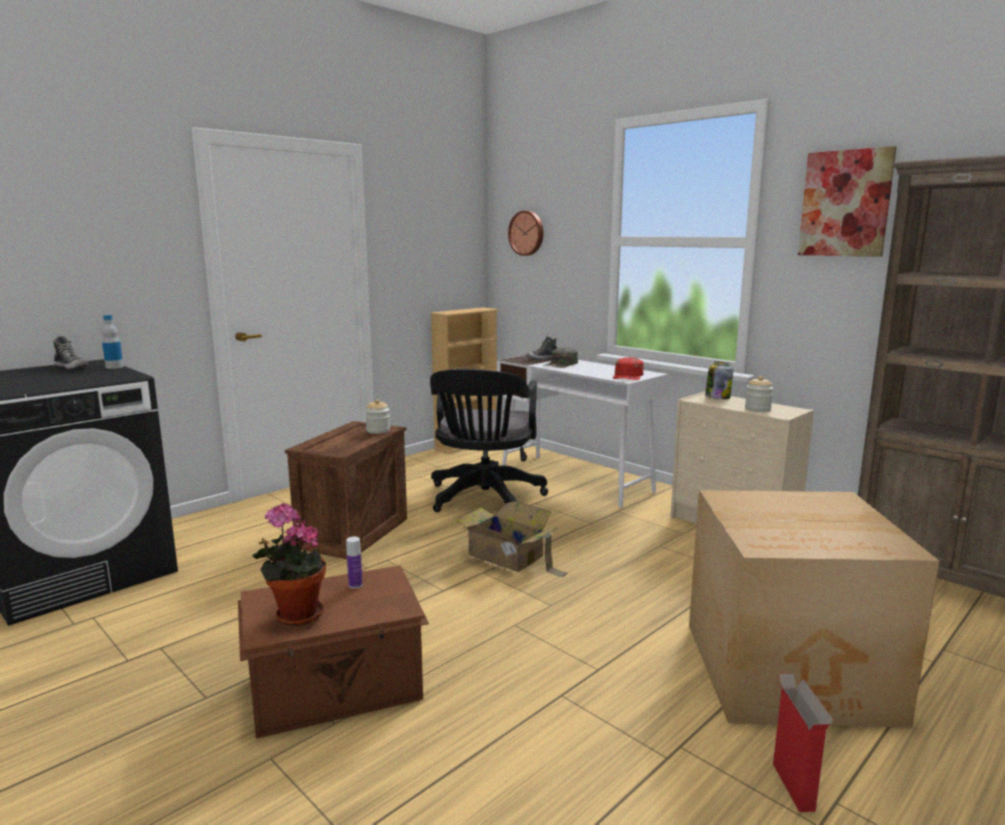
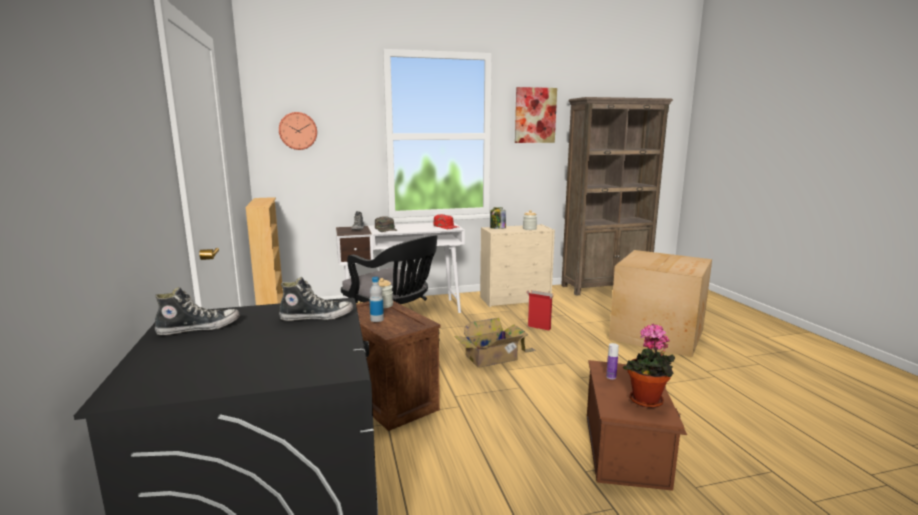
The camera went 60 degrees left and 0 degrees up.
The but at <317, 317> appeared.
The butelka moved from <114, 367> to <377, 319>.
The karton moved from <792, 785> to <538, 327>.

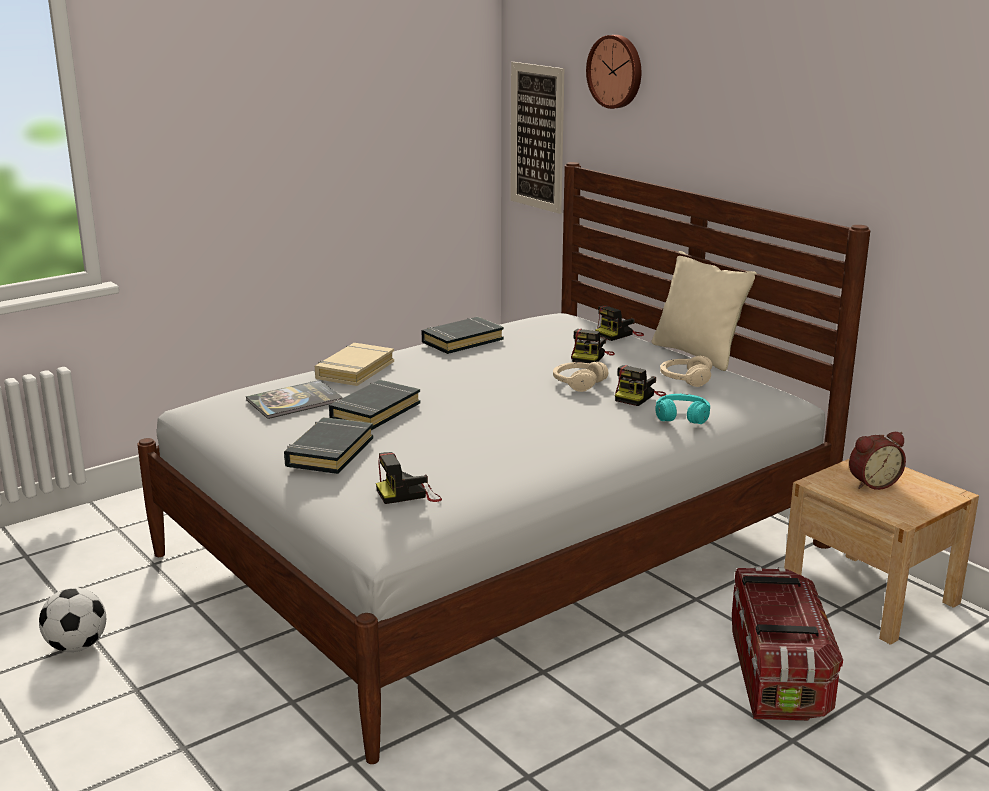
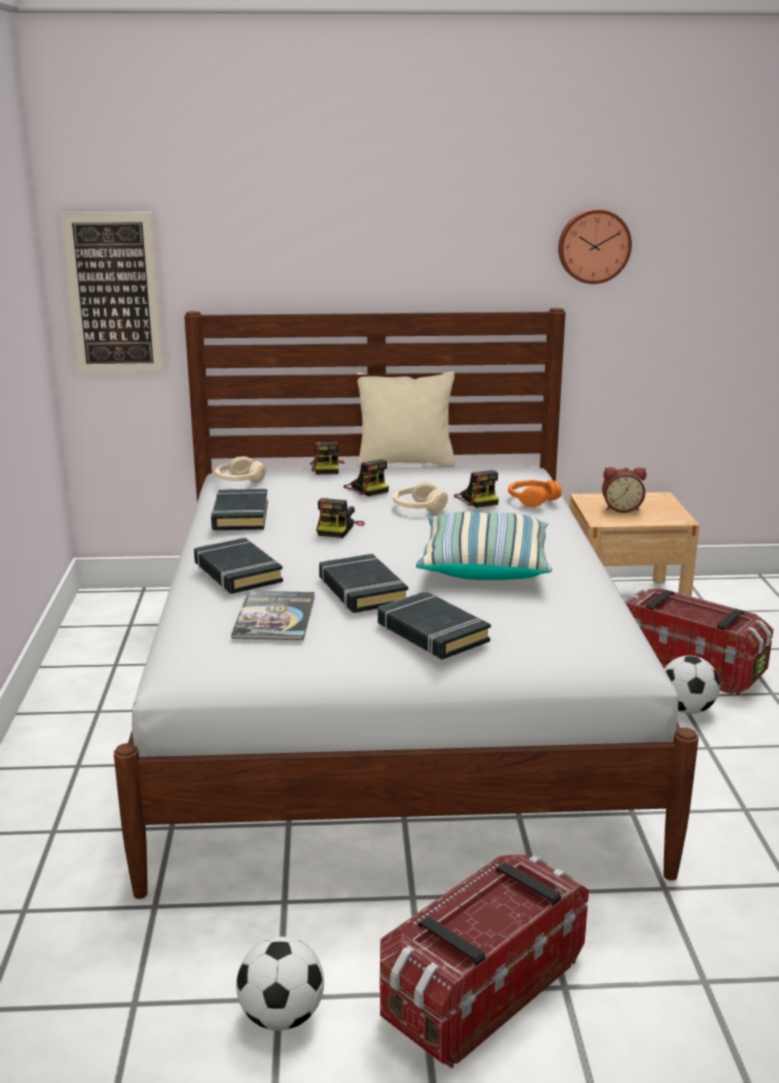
The camera went 55 degrees left and 0 degrees up.
The pojemnik do przechowywania at <481, 988> appeared.
The poduszka at <484, 566> appeared.
The piłka futbolowa at <686, 709> appeared.
The aparat fotograficzny moved from <409, 494> to <338, 529>.
The zegar ścienny moved from <616, 71> to <593, 246>.
The słuchawki [beżowy] moved from <685, 379> to <239, 480>.
The książka [beżowy] at <354, 370> became the książka [czarny] at <237, 573>.
The słuchawki [turkusowy] at <682, 416> became the słuchawki [pomarańczowy] at <532, 500>.
The budzik at <872, 483> turned 75 degrees clockwise.

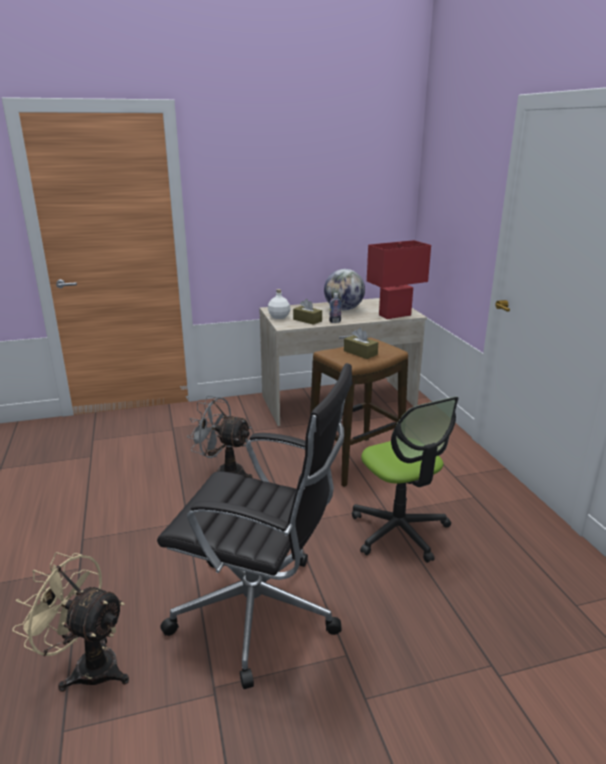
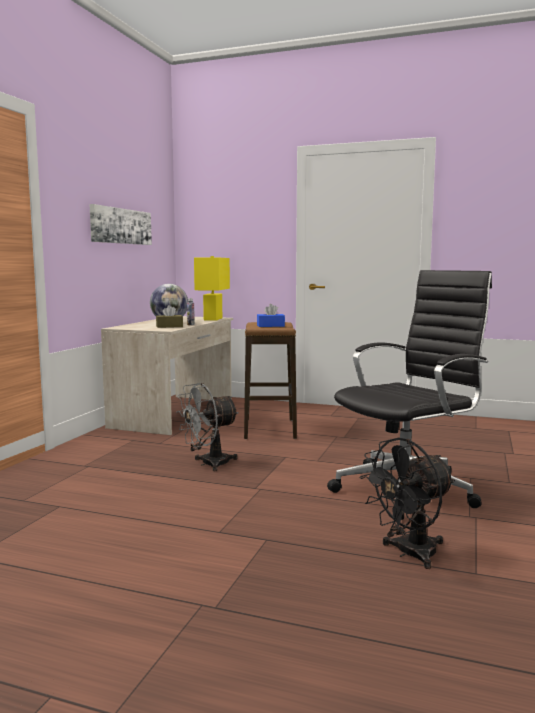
The camera went 55 degrees left and 15 degrees down.
The butelka [biały] at <278, 317> disappeared.
The krzesło biurowe at <399, 531> disappeared.
The obraz at <121, 226> appeared.
The wentylator [beżowy] at <87, 666> became the wentylator [czarny] at <409, 554>.
The pudełko chusteczek [brązowy] at <360, 353> became the pudełko chusteczek [niebieski] at <270, 326>.
The lampa stołowa [czerwony] at <394, 315> became the lampa stołowa [żółty] at <213, 319>.

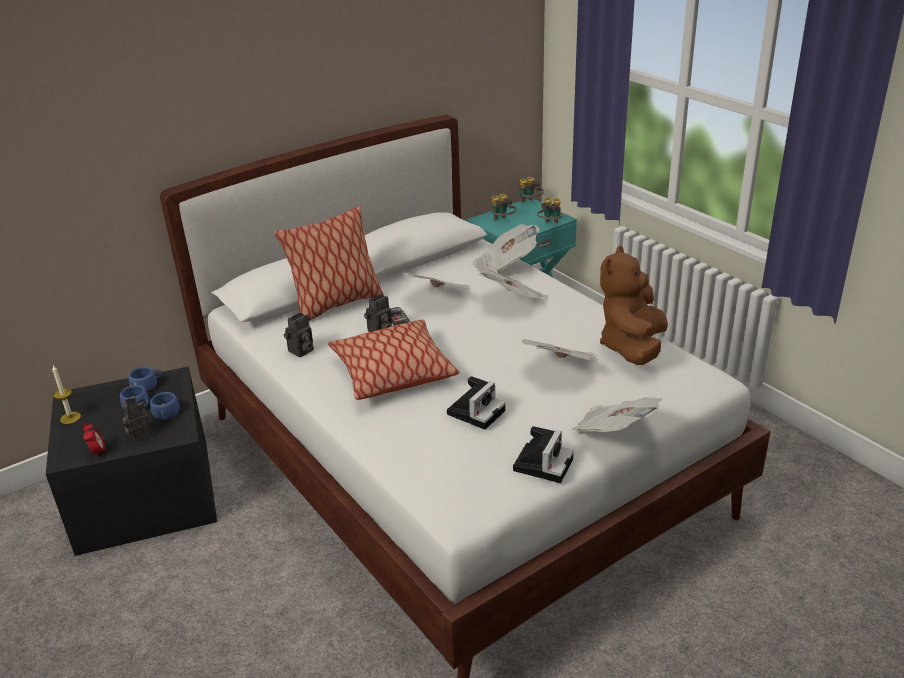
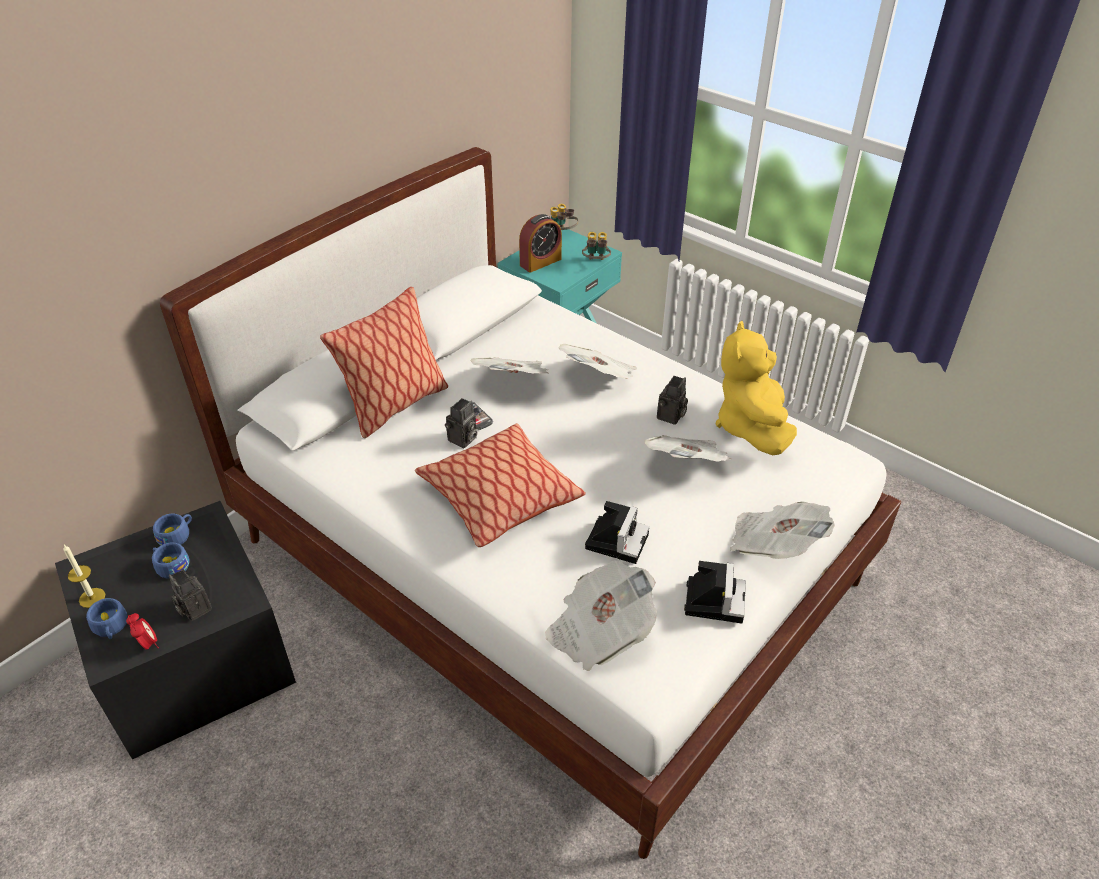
The camera went 15 degrees left and 10 degrees up.
The filiżanka [niebieski] moved from <166, 415> to <111, 627>.
The aparat fotograficzny moved from <301, 351> to <671, 417>.
The gazeta moved from <505, 264> to <599, 631>.
The lornetka at <502, 221> was replaced by the budzik at <540, 262>.
The pluszak [brązowy] at <632, 347> became the pluszak [żółty] at <751, 427>.

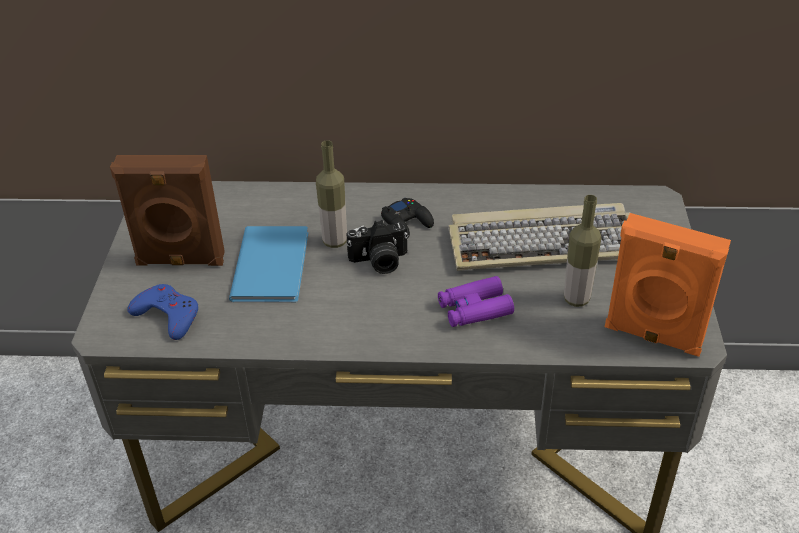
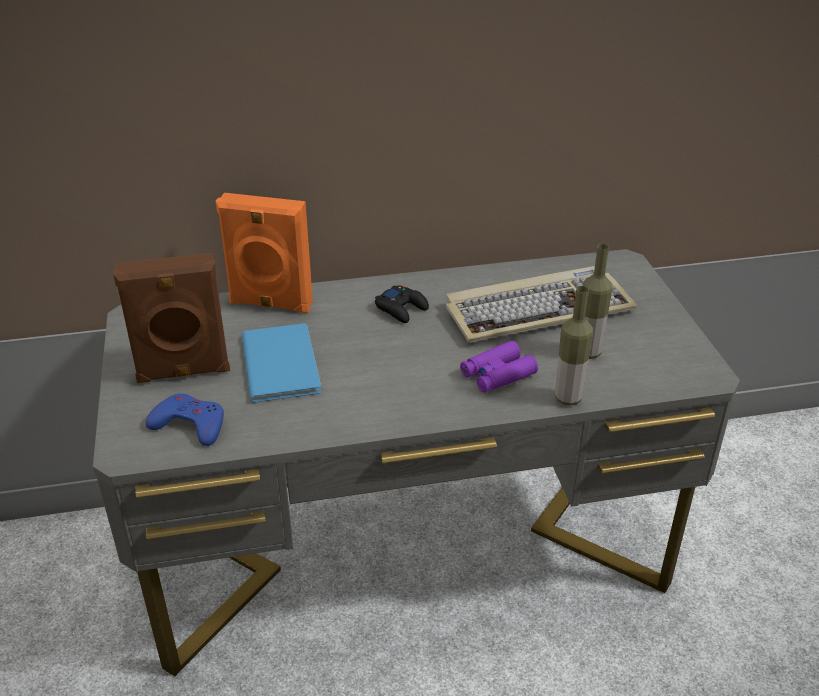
The camera went 15 degrees left and 5 degrees down.
The aparat fotograficzny at <379, 262> disappeared.
The butelka moved from <335, 241> to <568, 398>.
The głośnik [pomarańczowy] moved from <653, 337> to <270, 304>.

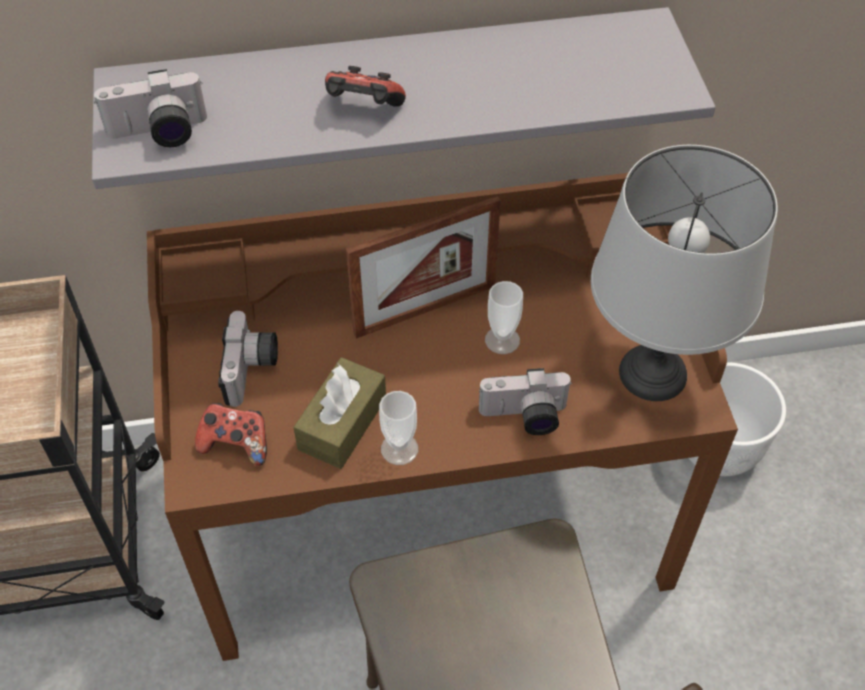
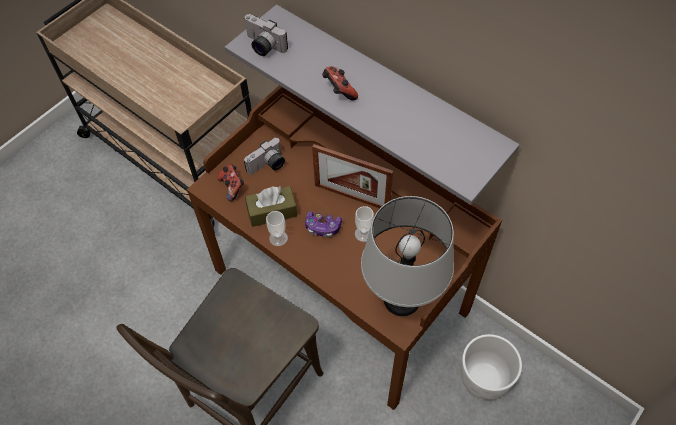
The camera went 50 degrees right and 5 degrees up.
The aparat fotograficzny at <524, 417> disappeared.
The pad do gier at <322, 227> appeared.

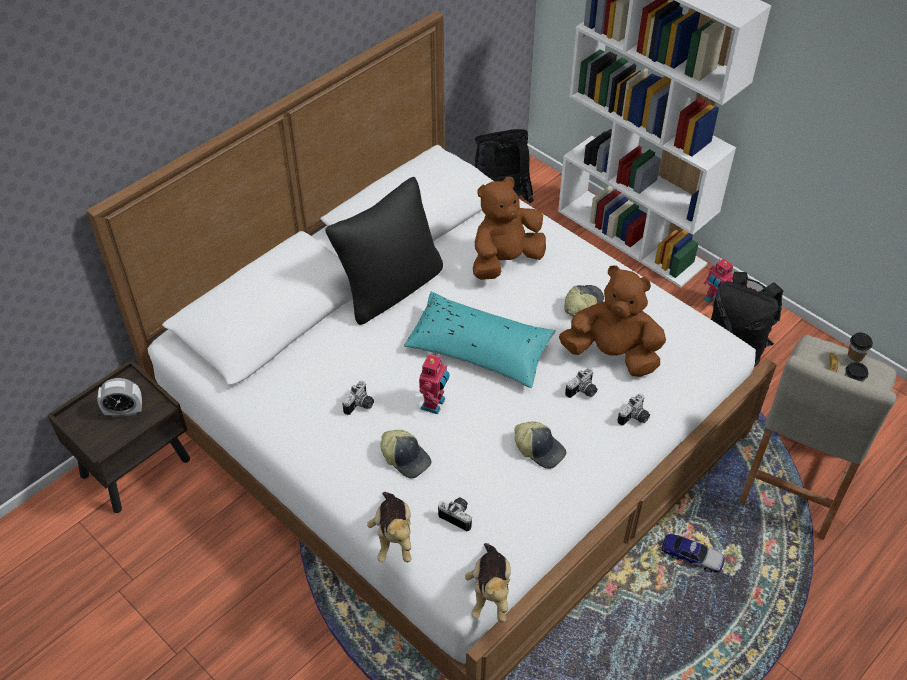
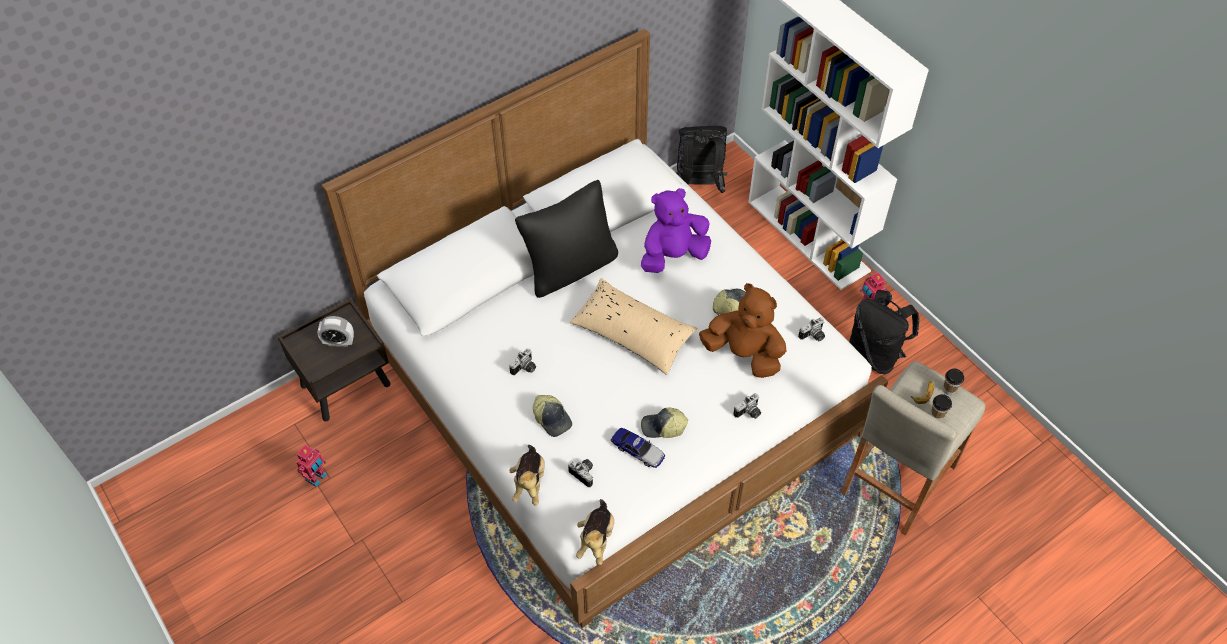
The camera went 10 degrees right and 5 degrees up.
The robot zabawkowy moved from <434, 404> to <317, 478>.
The aparat fotograficzny moved from <583, 392> to <813, 336>.
The samochodzik moved from <692, 556> to <637, 450>.
The poduszka [turkusowy] at <479, 349> became the poduszka [beżowy] at <632, 333>.
The pluszak [brązowy] at <505, 260> became the pluszak [fioletowy] at <673, 256>.
The czapka z daszkiem at <540, 449> turned 135 degrees clockwise.

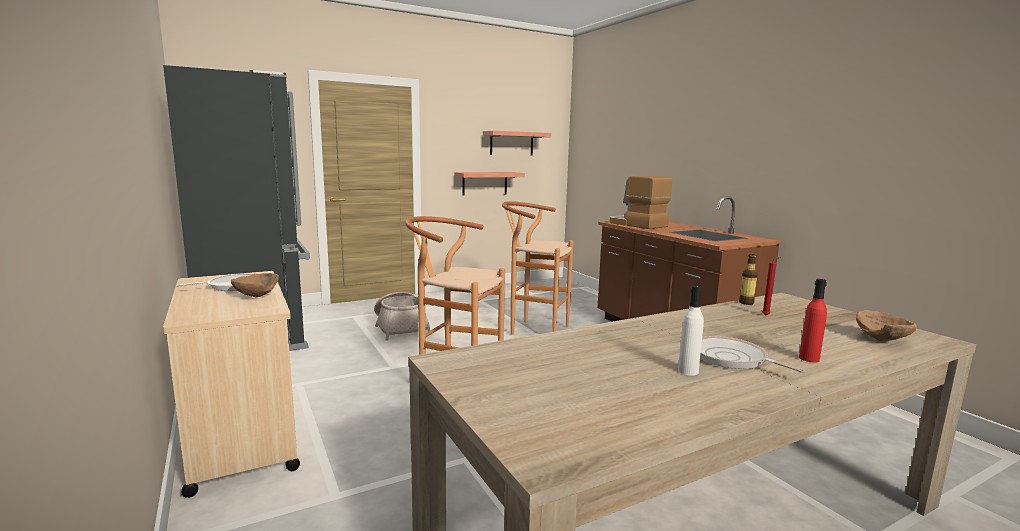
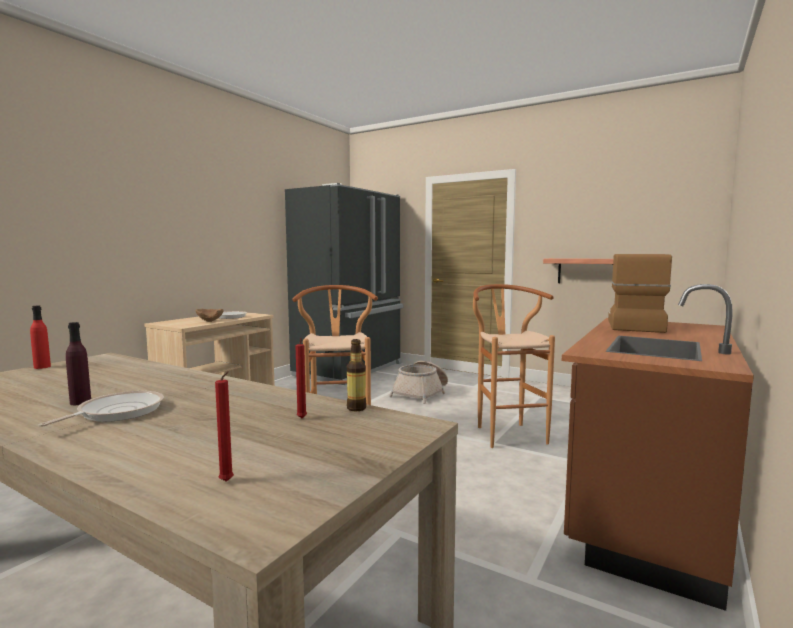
The camera went 60 degrees right and 5 degrees down.
The półka at <511, 143> disappeared.
The butelka [czerwony] moved from <809, 358> to <42, 367>.
The miska [brązowy] at <883, 340> was replaced by the świeca [czerwony] at <227, 482>.
The butelka [biały] at <688, 371> became the butelka [fioletowy] at <80, 402>.

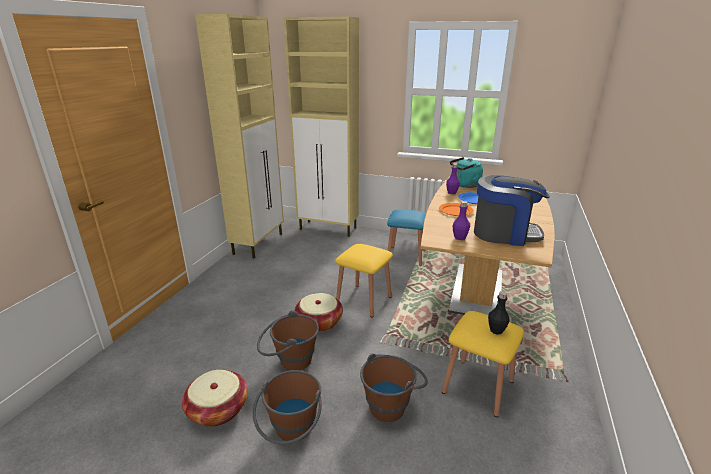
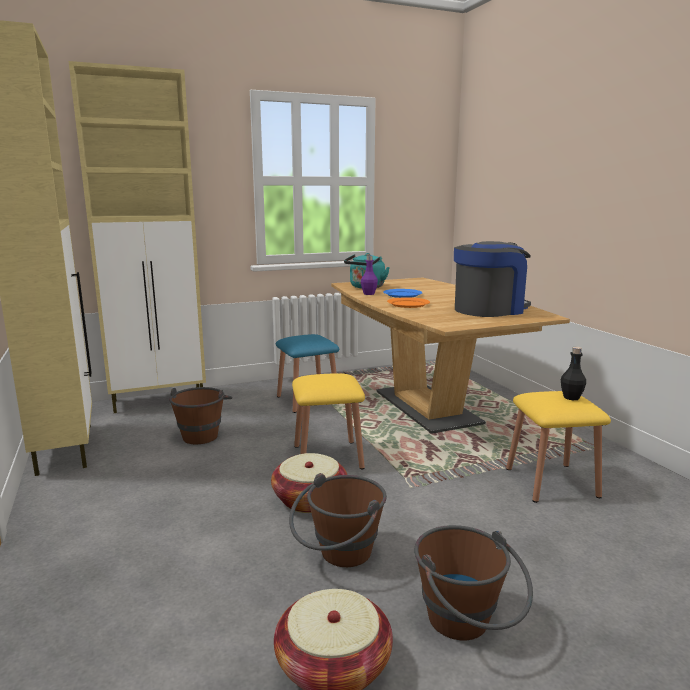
The camera went 40 degrees left and 10 degrees down.
The butelka [fioletowy] at <460, 237> disappeared.
The wiadro [brązowy] moved from <392, 403> to <202, 433>.

